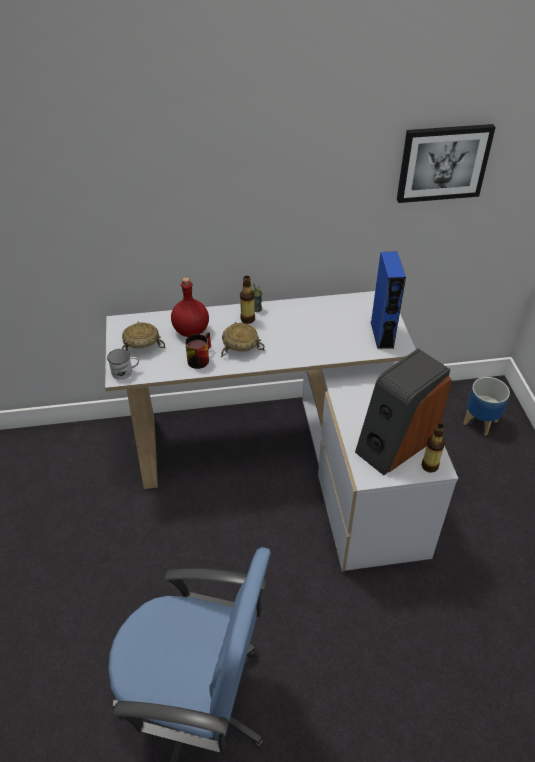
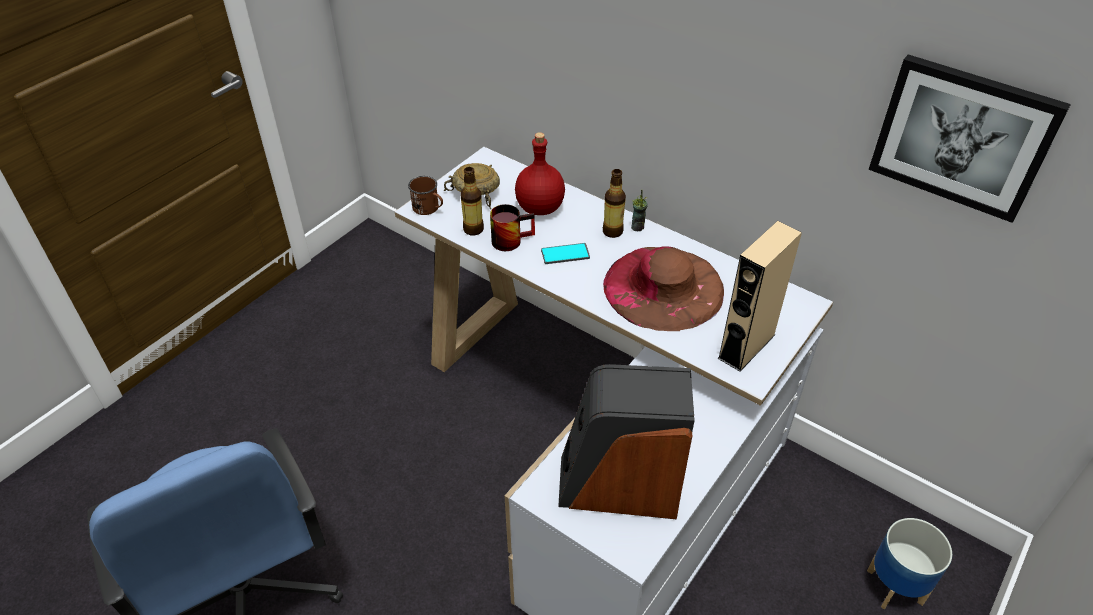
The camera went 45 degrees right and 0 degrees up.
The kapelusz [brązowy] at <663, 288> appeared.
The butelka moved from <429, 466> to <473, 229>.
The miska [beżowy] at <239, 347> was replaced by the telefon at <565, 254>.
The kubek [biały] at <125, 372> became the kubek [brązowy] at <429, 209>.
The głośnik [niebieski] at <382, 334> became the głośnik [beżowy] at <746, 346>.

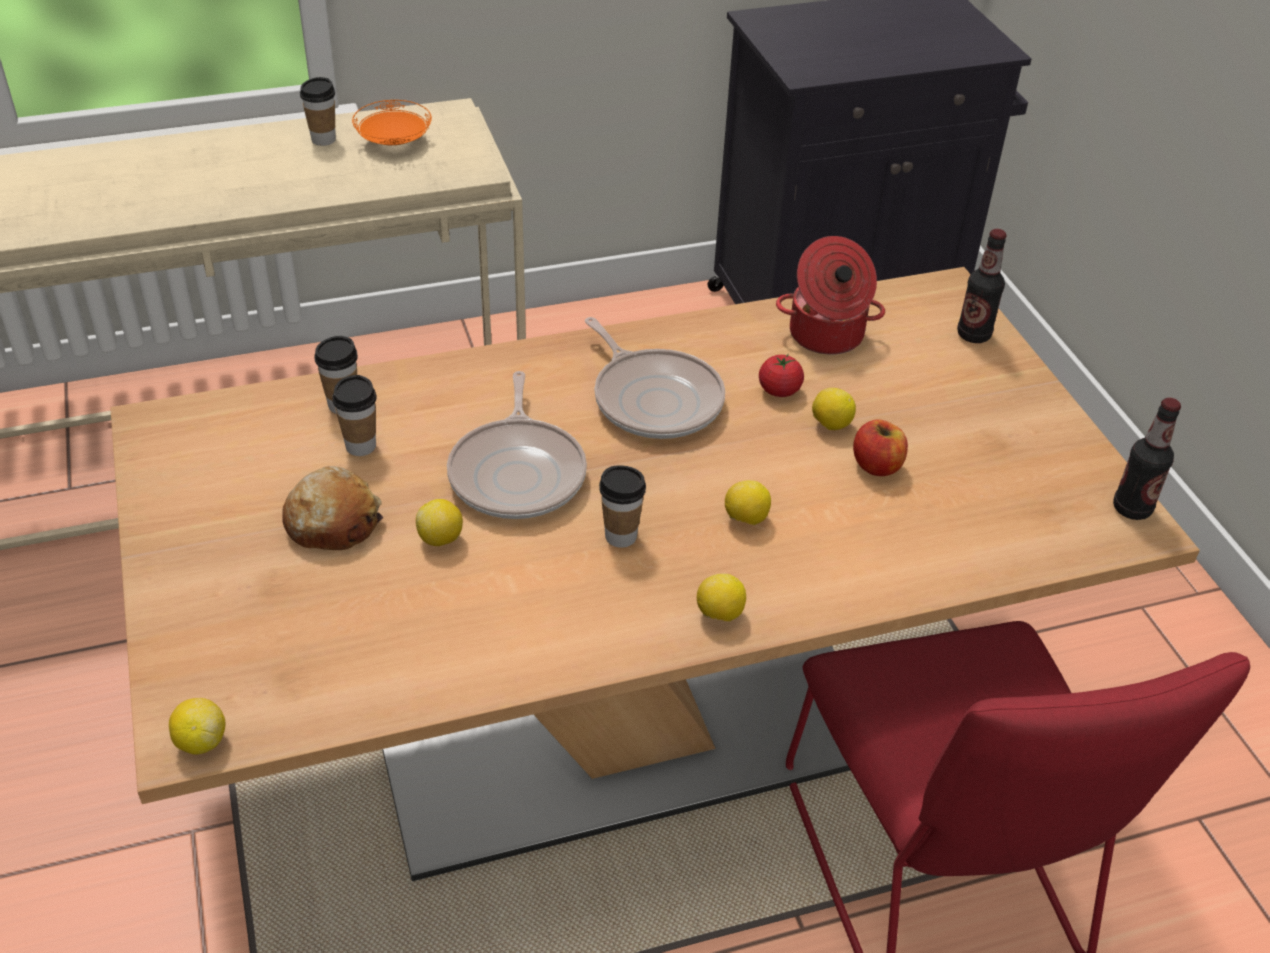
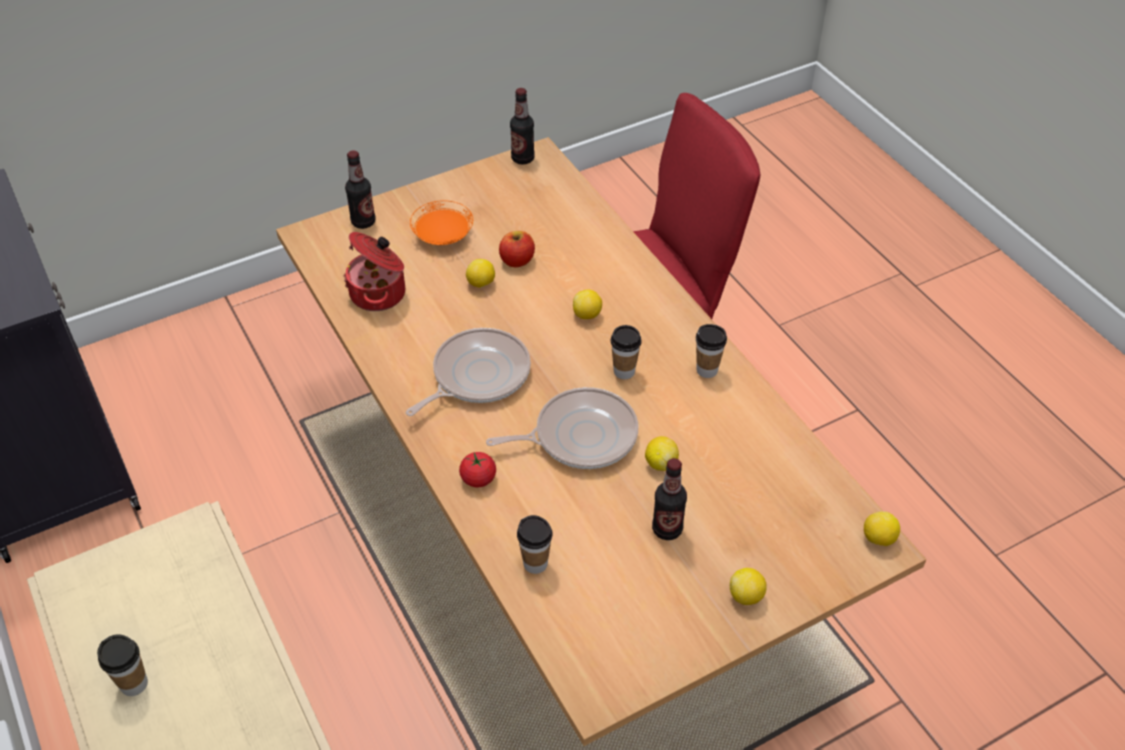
The camera went 100 degrees left and 5 degrees up.
The filiżanka moved from <361, 446> to <707, 370>.
The talerz [pomarańczowy] moved from <394, 142> to <443, 236>.
The cytryna moved from <719, 614> to <746, 596>.
The pomidor moved from <779, 390> to <478, 479>.
The chleb at <333, 522> was replaced by the butelka at <667, 529>.

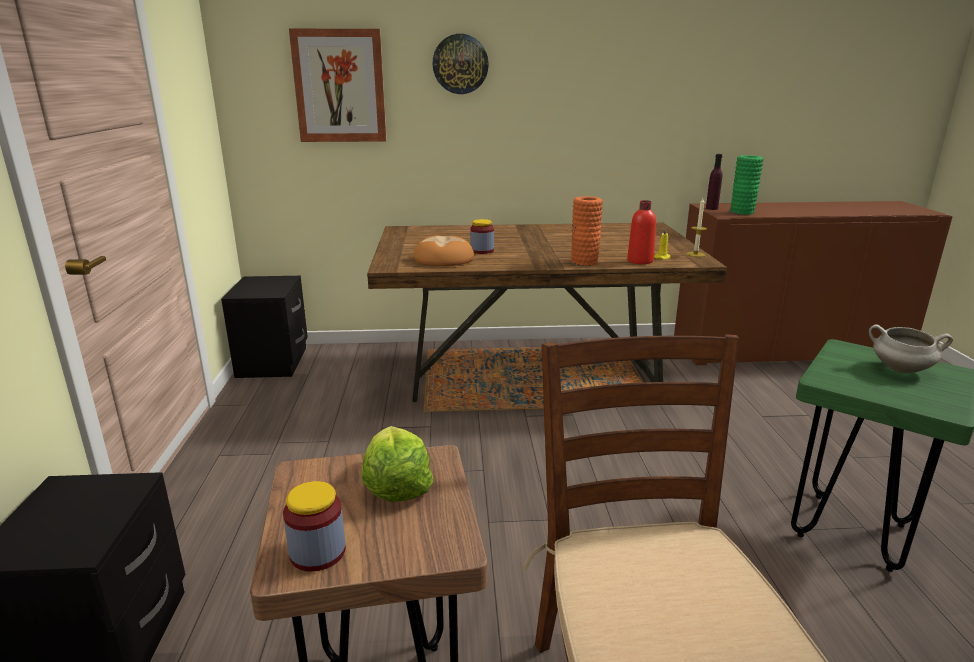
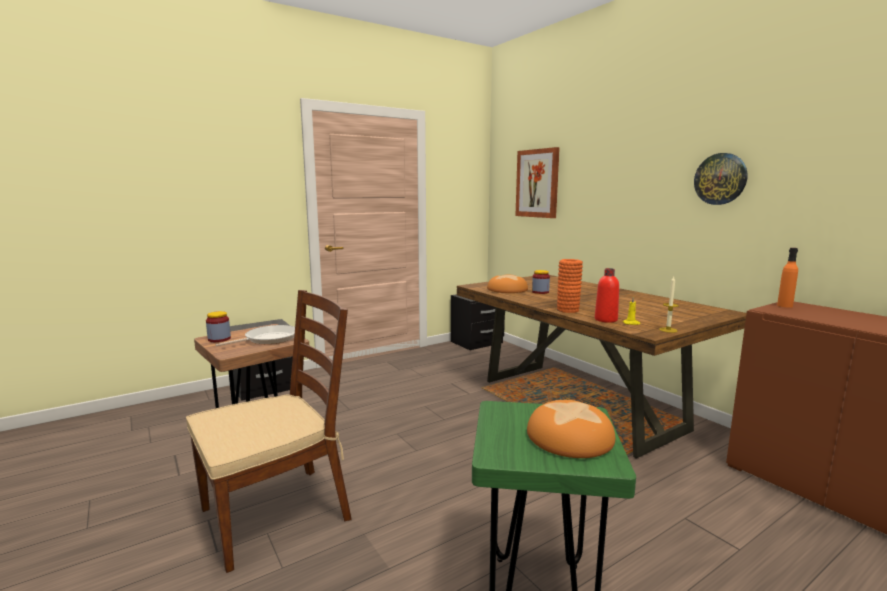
The camera went 60 degrees right and 10 degrees down.
The wazon [zielony] at <742, 212> disappeared.
The zegar ścienny moved from <460, 64> to <720, 179>.
The sałata at <396, 485> was replaced by the patelnia at <269, 339>.
The garnek [biały] at <900, 369> was replaced by the chleb at <569, 436>.
The butelka [fioletowy] at <711, 208> became the butelka [pomarańczowy] at <784, 306>.

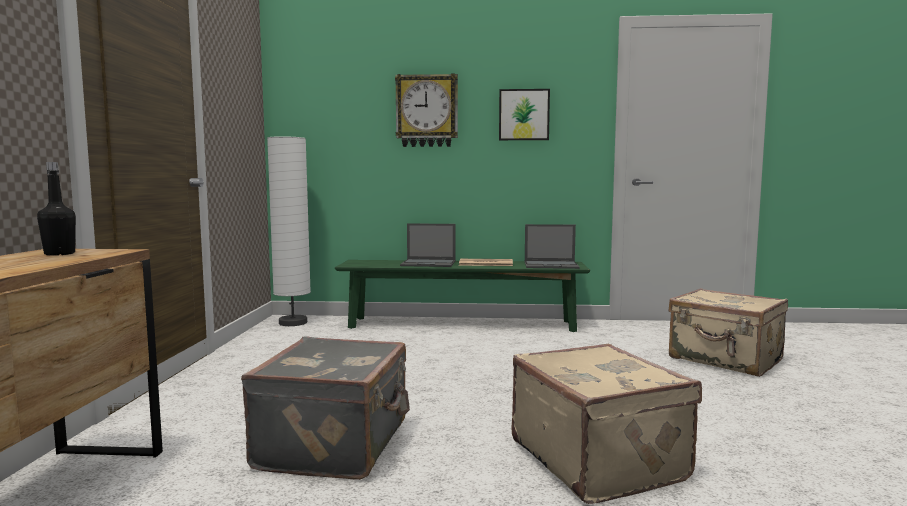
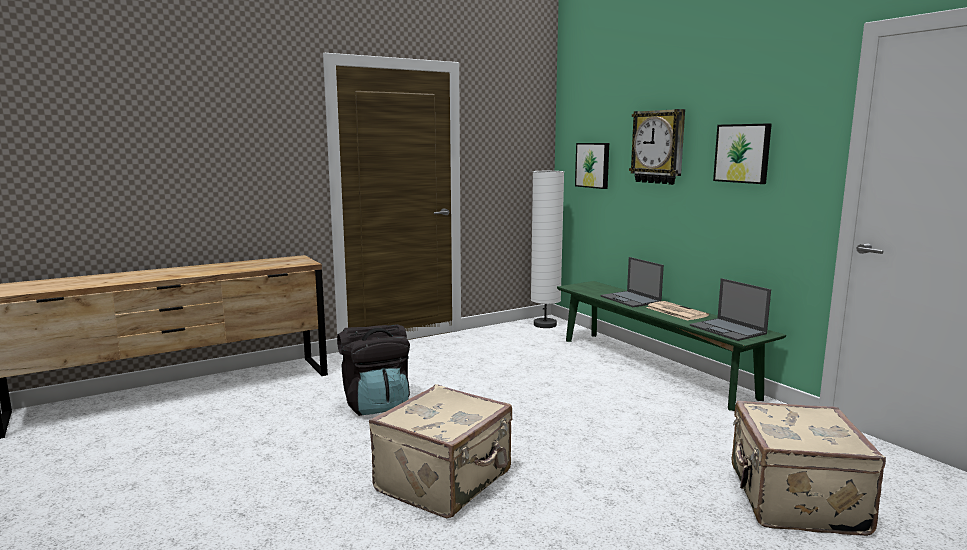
The camera went 55 degrees right and 5 degrees up.
The butelka [czarny] at <59, 254> disappeared.
The obraz at <593, 165> appeared.
The walizka [szary] at <336, 445> was replaced by the plecak [czarny] at <376, 405>.

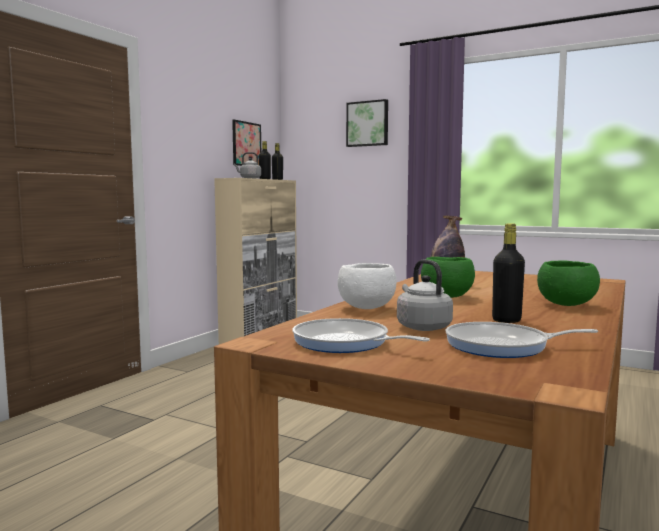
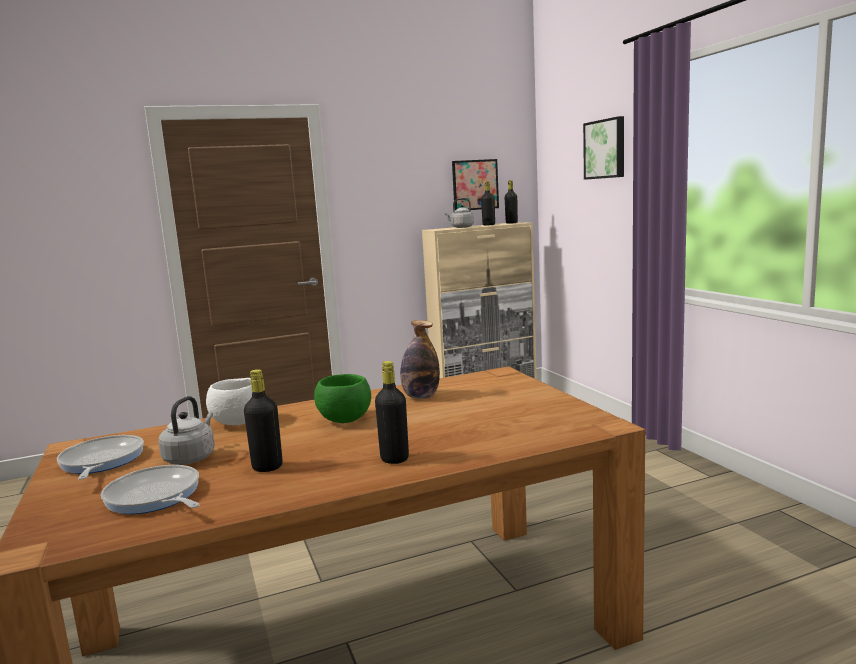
The camera went 40 degrees right and 5 degrees up.
The miska [zielony] at <565, 305> was replaced by the butelka [czarny] at <394, 459>.

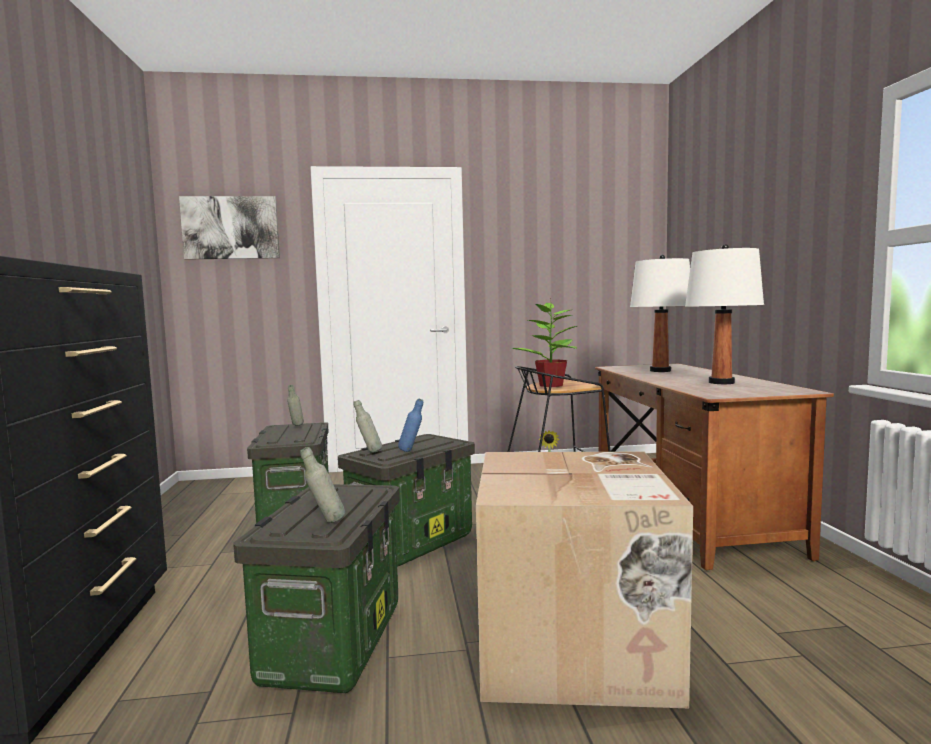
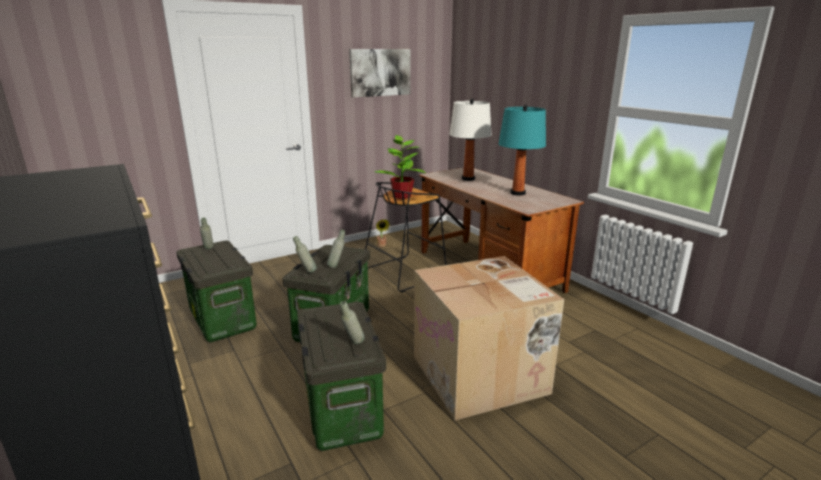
The camera went 25 degrees left and 15 degrees up.
The obraz moved from <231, 228> to <380, 72>.
The butelka [niebieski] at <411, 451> became the butelka [szary] at <337, 266>.
The lampa stołowa [biały] at <721, 382> became the lampa stołowa [turkusowy] at <517, 193>.

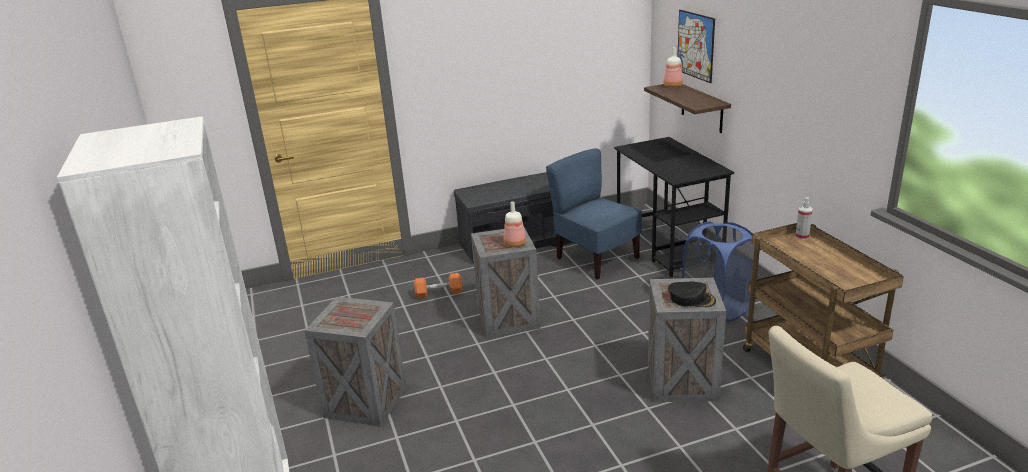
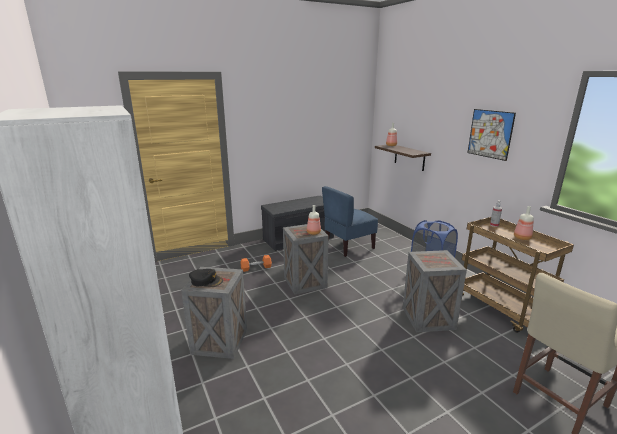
The camera went 10 degrees left and 5 degrees down.
The biurko [czarny] at <668, 247> disappeared.
The butelka at <522, 238> appeared.
The czapka z daszkiem [czarny] moved from <691, 299> to <206, 281>.
The obraz moved from <695, 45> to <490, 134>.
The krzesło [niebieski] at <596, 259> turned 75 degrees counterclockwise.

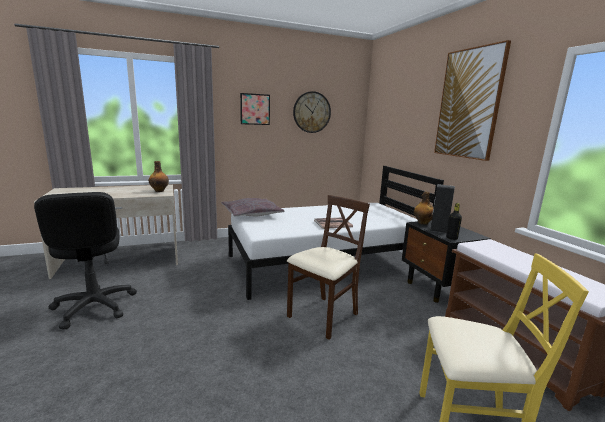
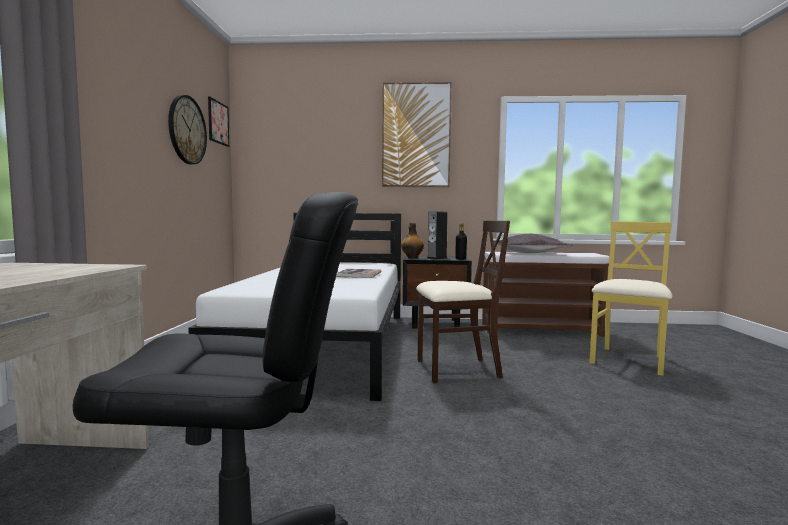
The camera went 65 degrees left and 10 degrees down.
The butelka at <159, 191> disappeared.
The poduszka [szary] moved from <251, 214> to <529, 253>.
The obraz moved from <255, 109> to <218, 122>.
The krzesło [beżowy] at <323, 316> turned 105 degrees clockwise.

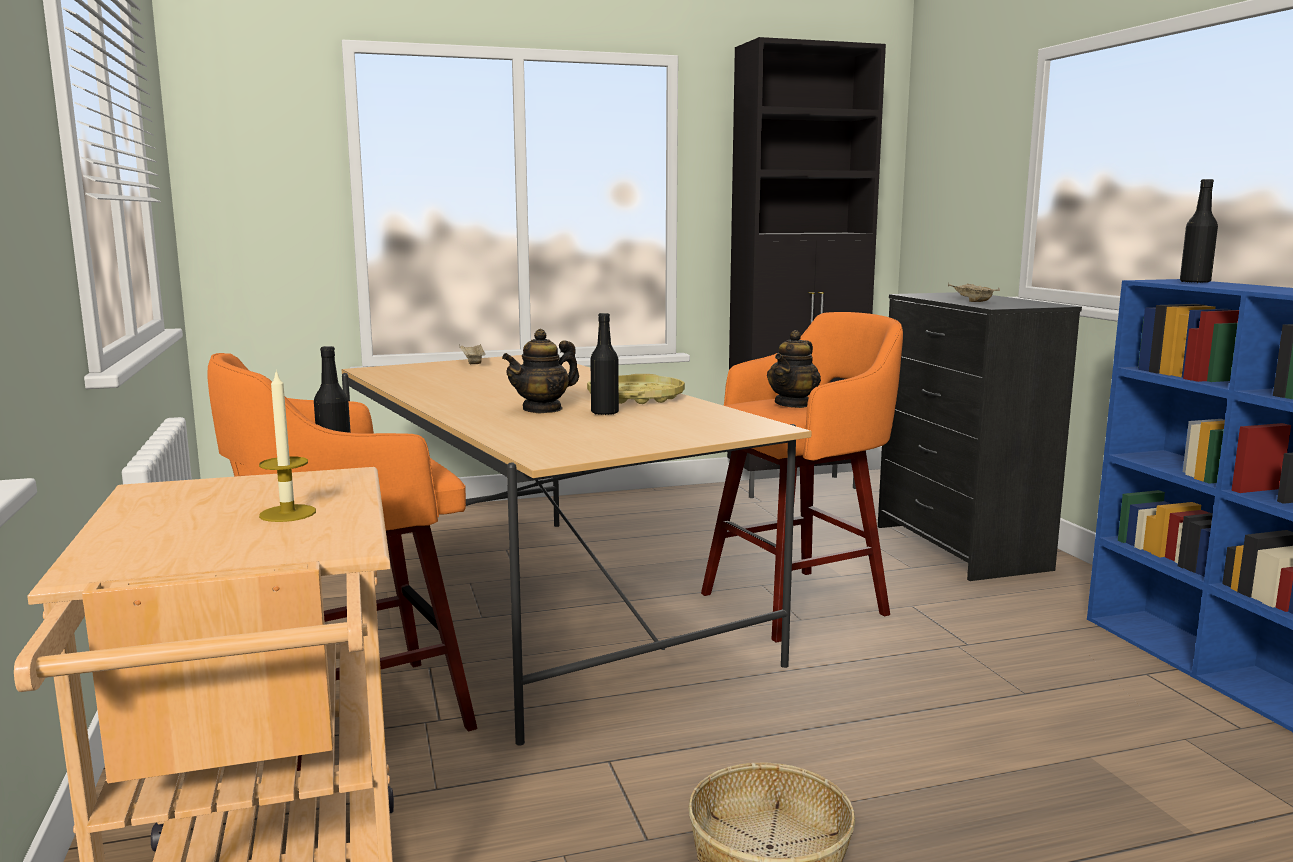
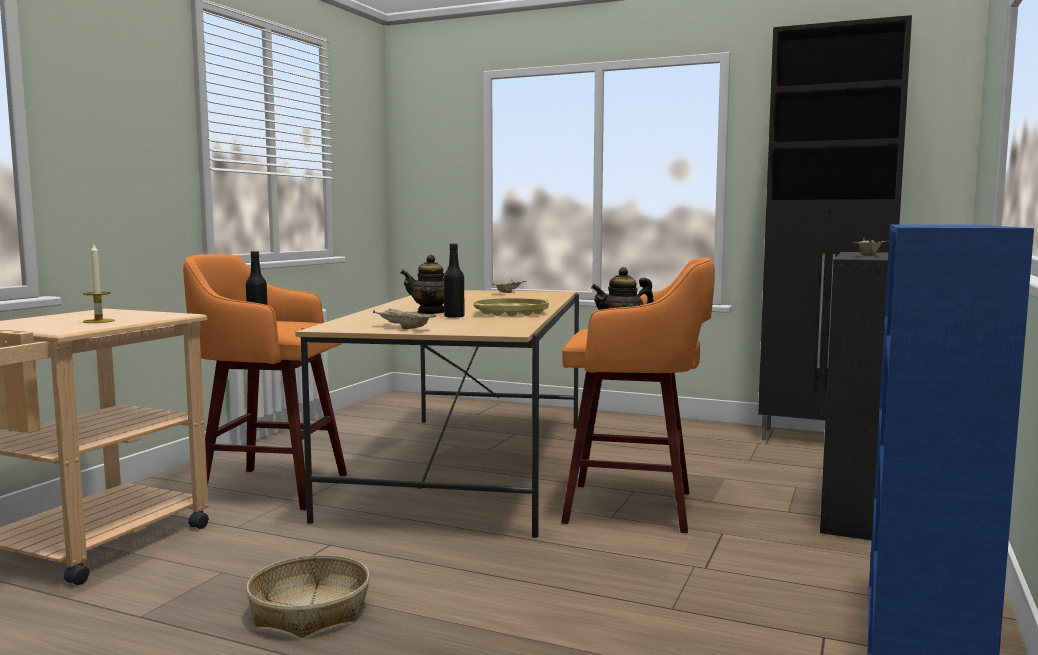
The camera went 40 degrees right and 5 degrees down.
The butelka [czarny] at <1195, 282> disappeared.
The taca [beżowy] at <402, 328> appeared.

